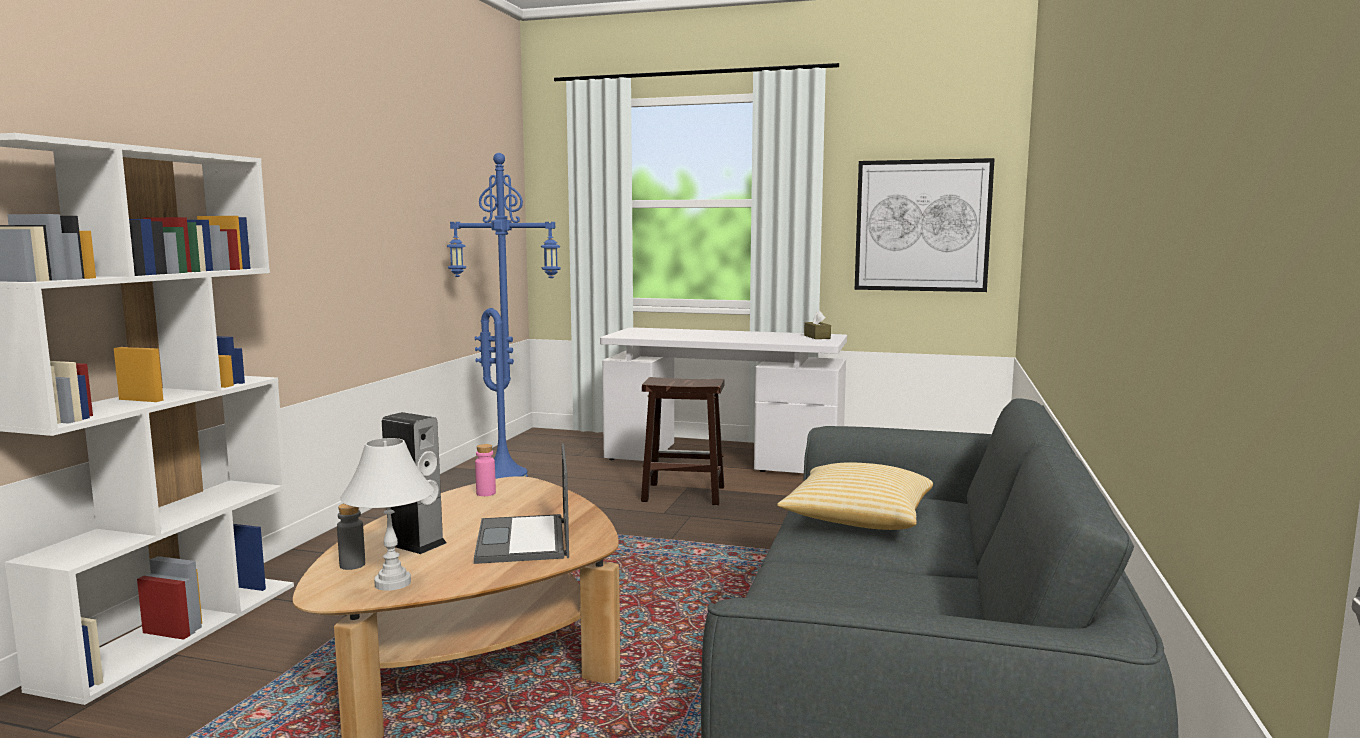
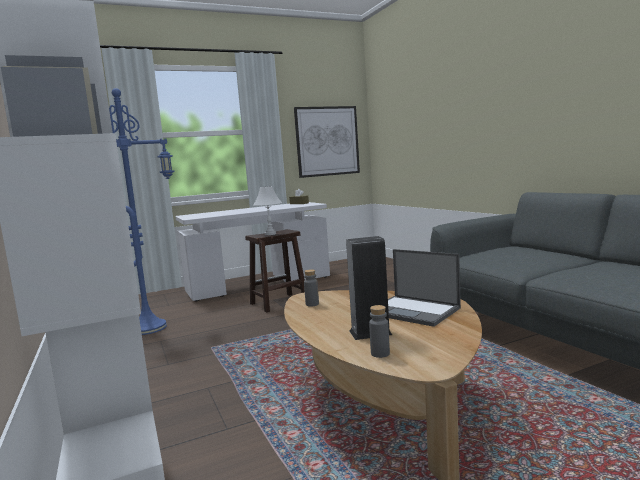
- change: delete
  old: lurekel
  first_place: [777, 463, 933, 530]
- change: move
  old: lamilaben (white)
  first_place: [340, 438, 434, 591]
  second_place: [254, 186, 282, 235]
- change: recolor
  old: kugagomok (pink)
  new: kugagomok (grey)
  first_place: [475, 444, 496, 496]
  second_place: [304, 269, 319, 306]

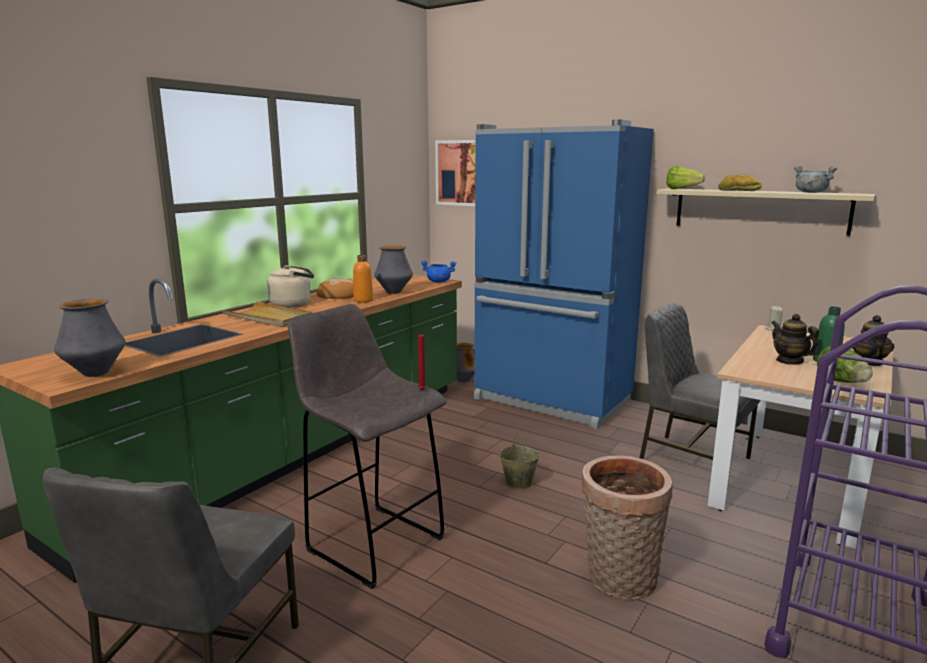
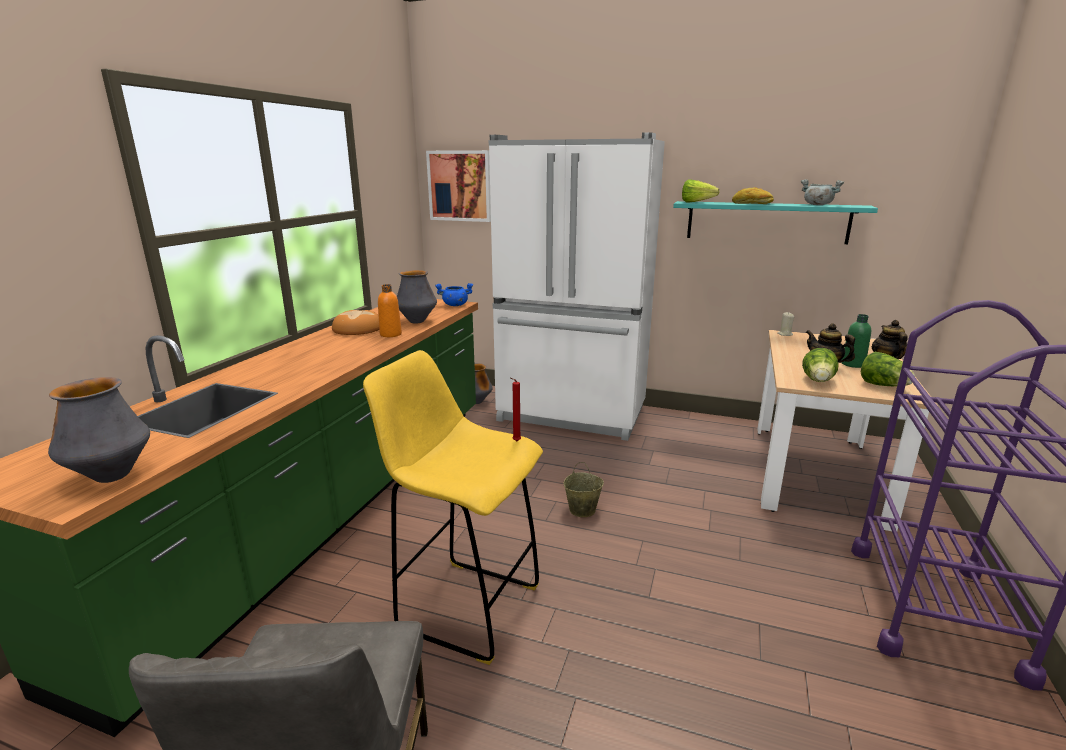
- change: delete
  old: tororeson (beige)
  first_place: [221, 301, 312, 327]
- change: delete
  old: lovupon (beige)
  first_place: [267, 265, 314, 308]
- change: delete
  old: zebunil
  first_place: [581, 455, 672, 599]
- change: delete
  old: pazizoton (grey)
  first_place: [639, 303, 761, 483]
- change: insert
  new: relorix
  second_place: [802, 348, 839, 382]
- change: recolor
  old: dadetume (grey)
  new: dadetume (yellow)
  first_place: [288, 304, 447, 589]
  second_place: [363, 350, 543, 665]
- change: recolor
  old: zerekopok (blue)
  new: zerekopok (white)
  first_place: [474, 119, 654, 429]
  second_place: [489, 132, 665, 441]
- change: recolor
  old: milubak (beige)
  new: milubak (turquoise)
  first_place: [657, 188, 876, 236]
  second_place: [673, 201, 878, 244]

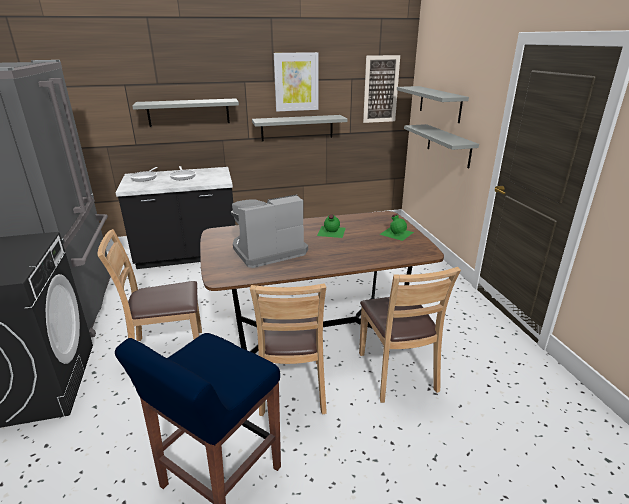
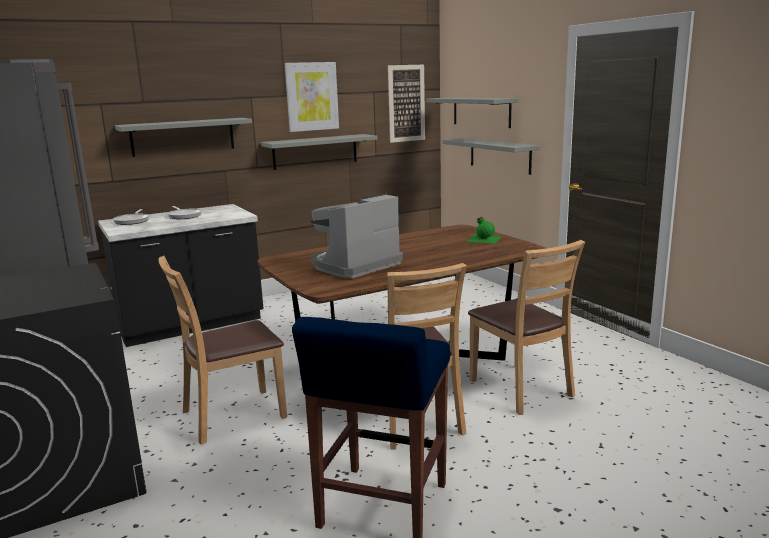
- change: delete
  old: kugagomok (green)
  first_place: [317, 214, 346, 238]

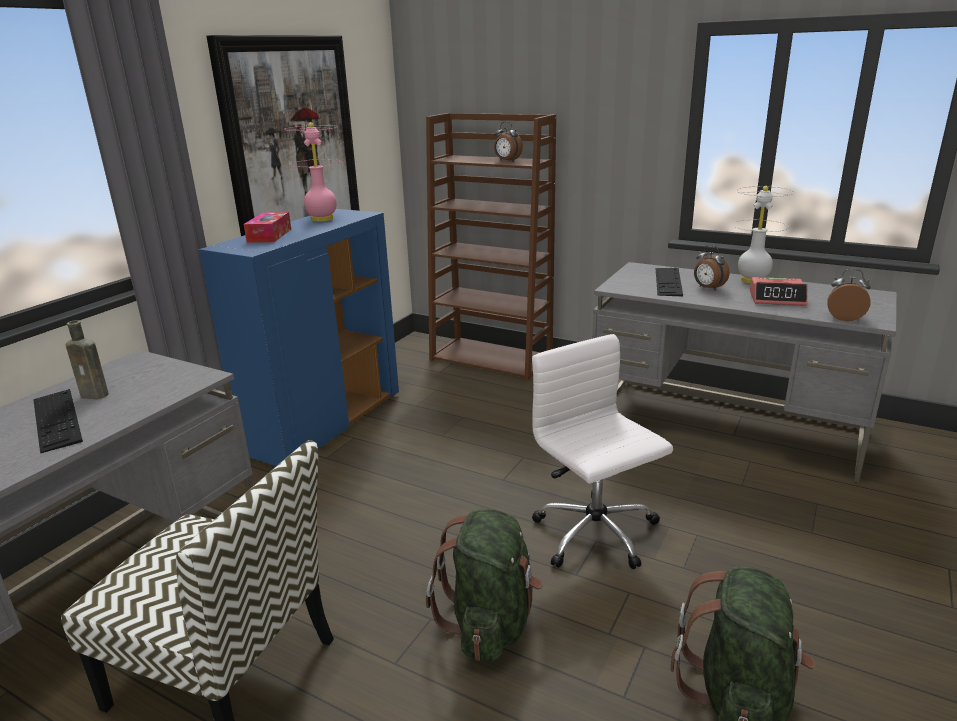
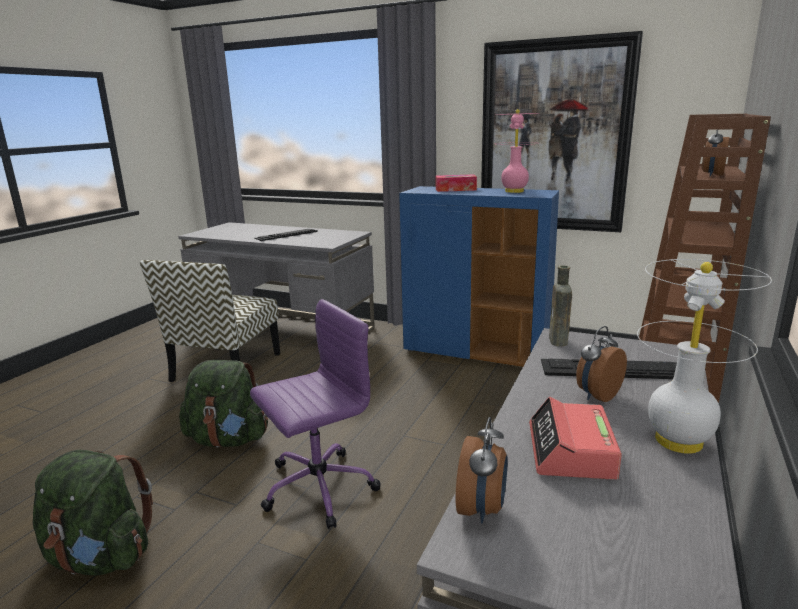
- change: move
  old: kugagomok (brown)
  first_place: [65, 320, 109, 399]
  second_place: [549, 265, 572, 346]
- change: recolor
  old: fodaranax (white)
  new: fodaranax (purple)
  first_place: [532, 334, 673, 569]
  second_place: [250, 299, 381, 529]

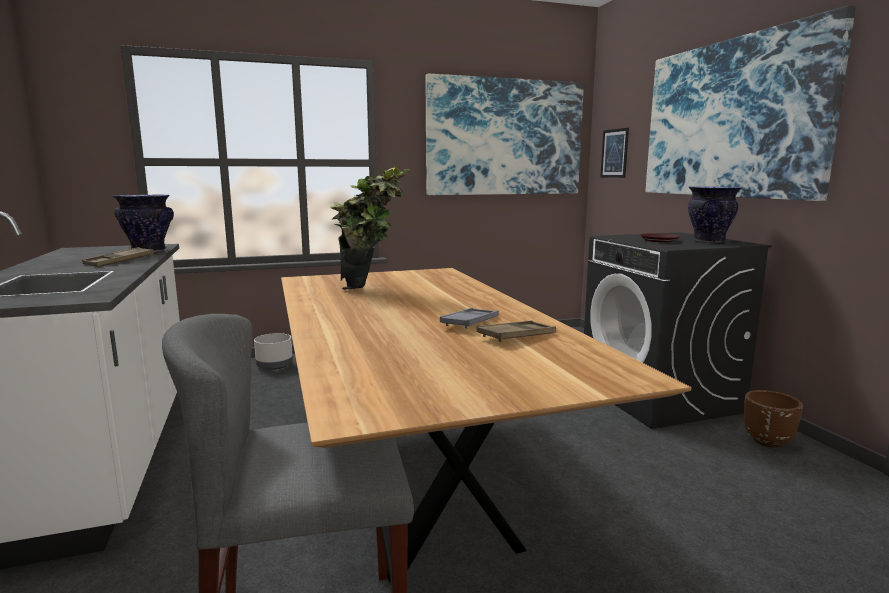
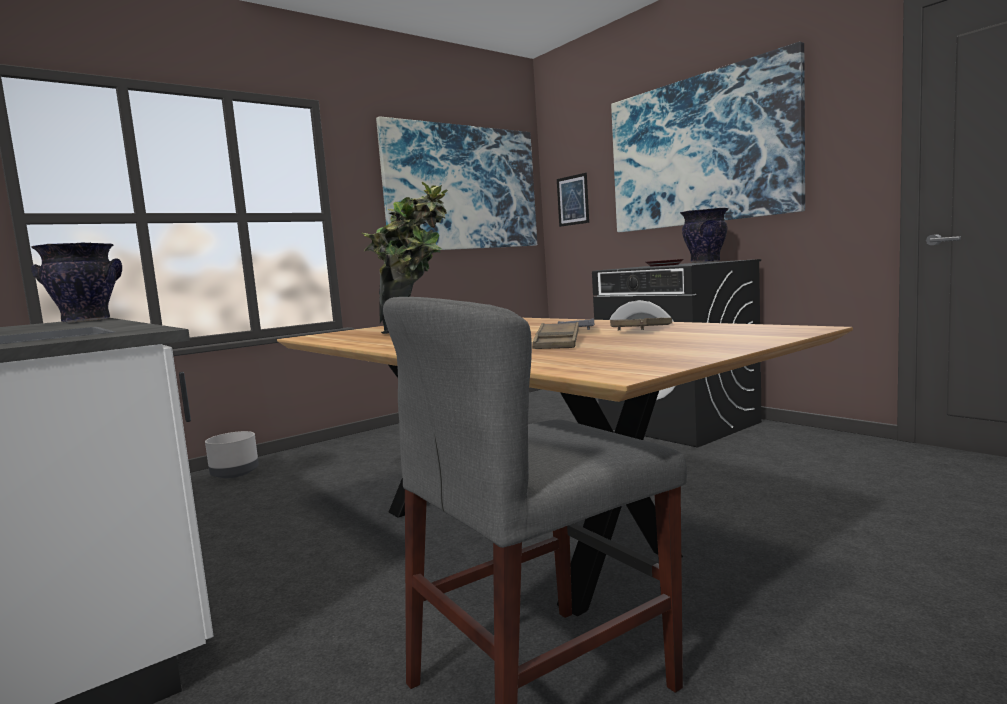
- change: delete
  old: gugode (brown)
  first_place: [744, 390, 803, 448]
- change: move
  old: tororeson (brown)
  first_place: [82, 247, 154, 266]
  second_place: [532, 322, 579, 349]

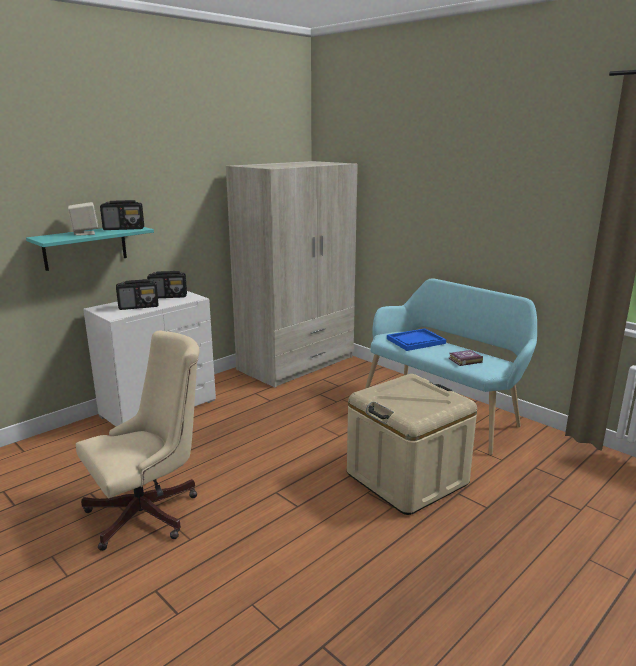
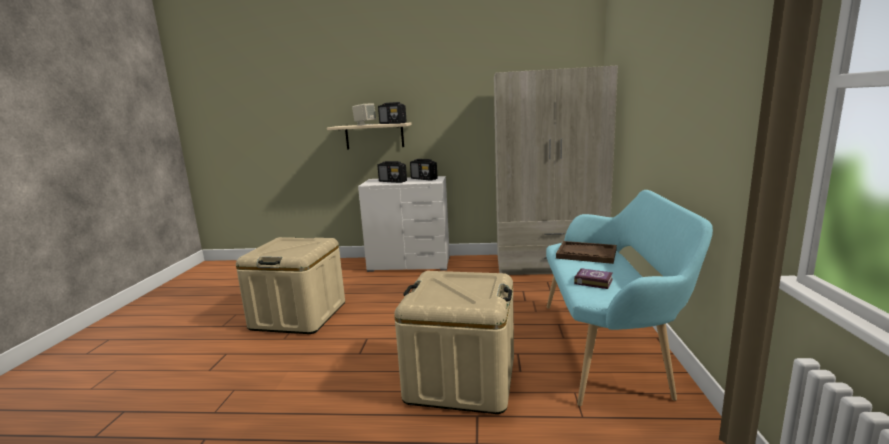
- change: replace
  old: fodaranax (beige)
  new: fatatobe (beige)
  first_place: [76, 331, 200, 551]
  second_place: [236, 237, 345, 334]
- change: recolor
  old: milubak (turquoise)
  new: milubak (beige)
  first_place: [26, 227, 154, 271]
  second_place: [327, 123, 411, 150]
- change: recolor
  old: tororeson (blue)
  new: tororeson (brown)
  first_place: [387, 328, 446, 351]
  second_place: [556, 241, 617, 264]

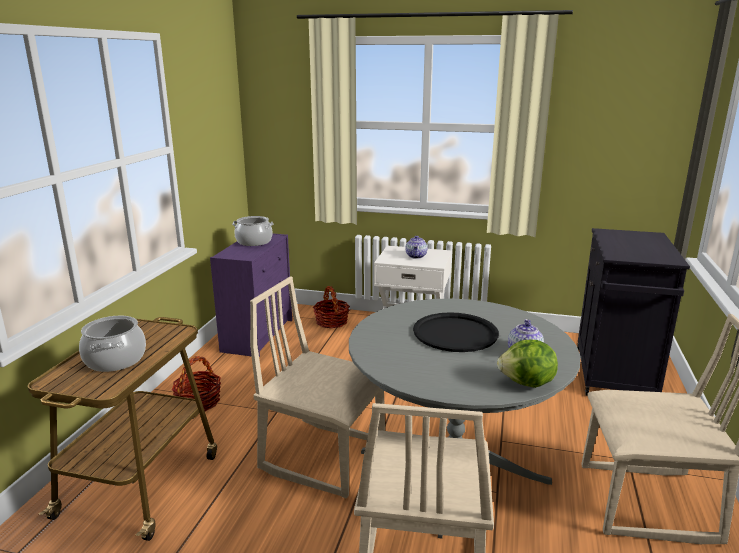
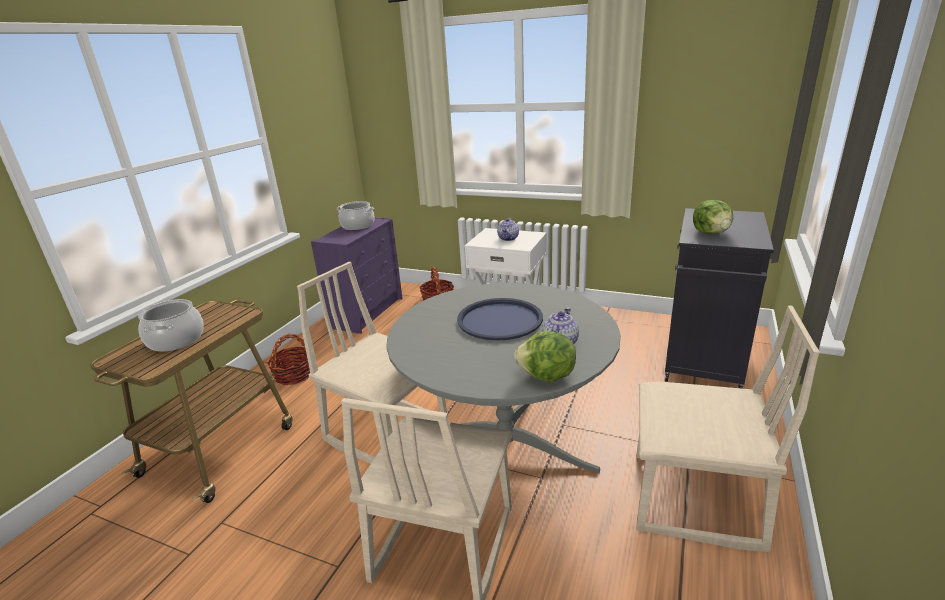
- change: insert
  new: relorix
  second_place: [693, 200, 733, 234]
- change: recolor
  old: tororeson (black)
  new: tororeson (blue)
  first_place: [413, 312, 499, 352]
  second_place: [457, 298, 543, 341]

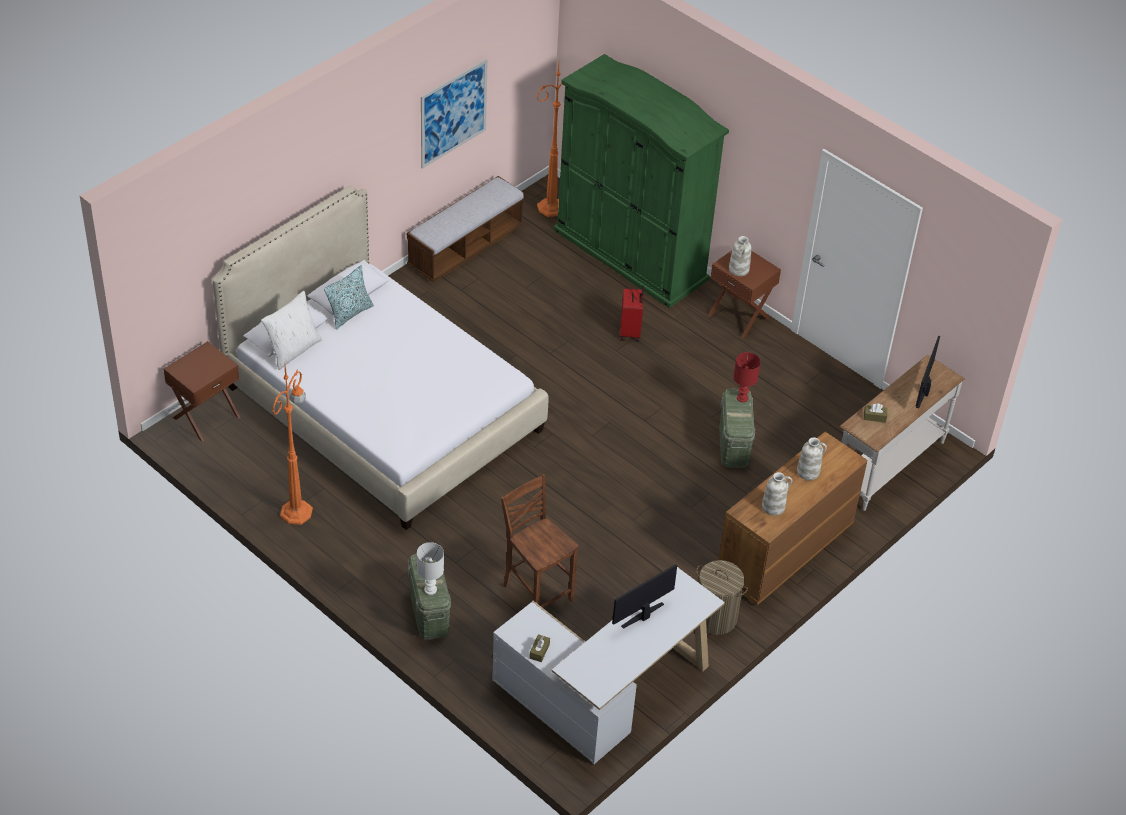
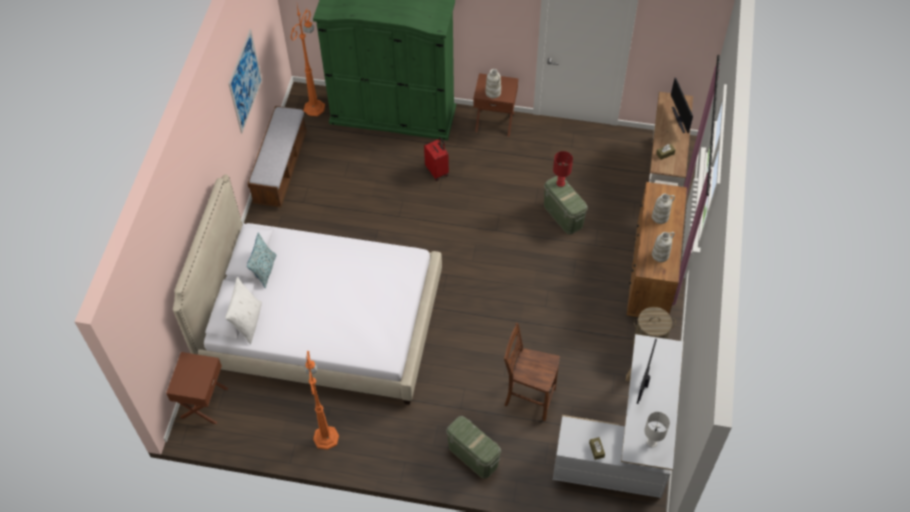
- change: move
  old: lamilaben (white)
  first_place: [417, 542, 444, 595]
  second_place: [644, 412, 670, 447]

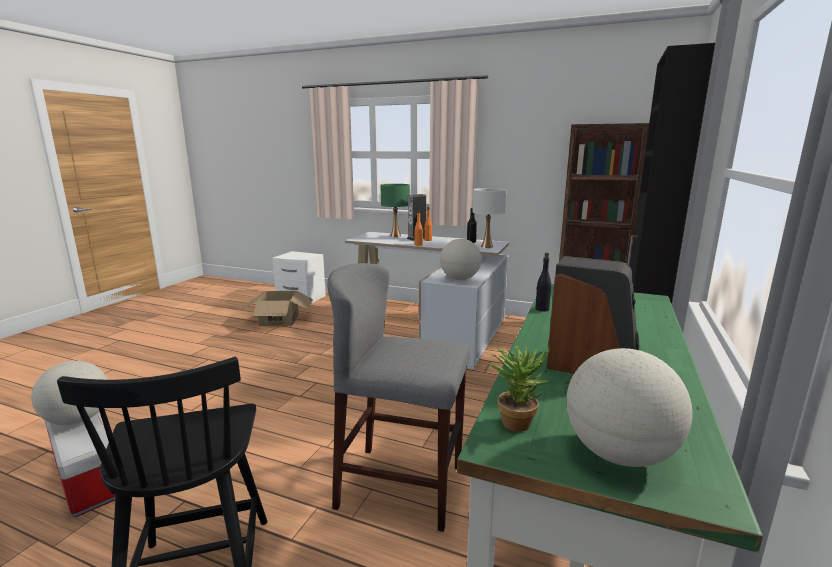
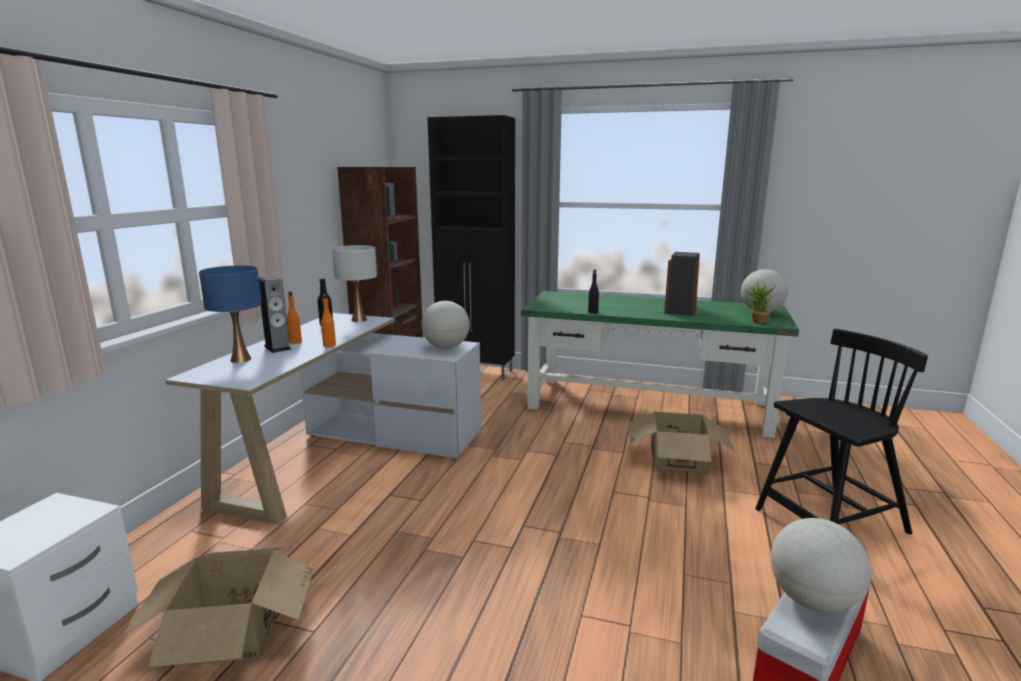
- change: replace
  old: dadetume (grey)
  new: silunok
  first_place: [327, 263, 470, 532]
  second_place: [629, 412, 735, 473]
- change: recolor
  old: lamilaben (green)
  new: lamilaben (blue)
  first_place: [381, 184, 410, 237]
  second_place: [199, 265, 262, 363]

